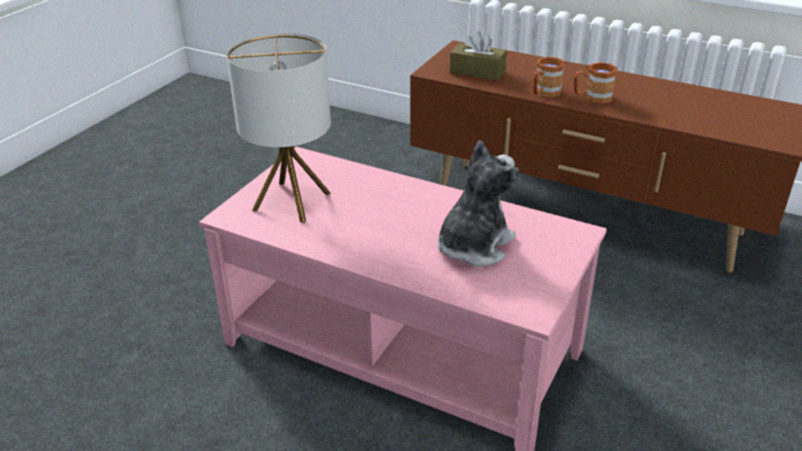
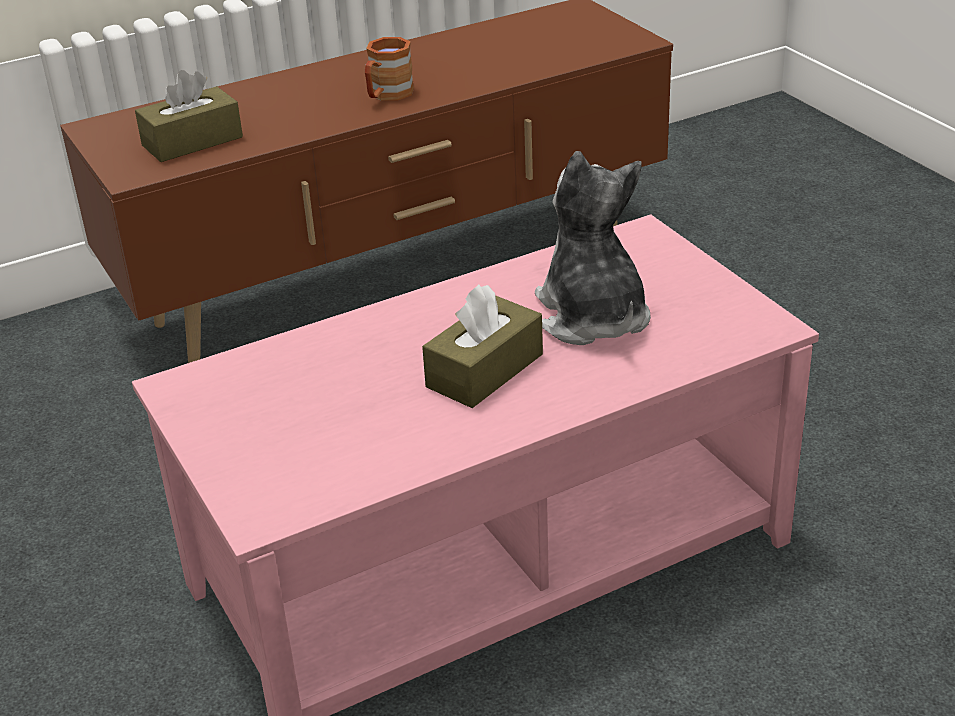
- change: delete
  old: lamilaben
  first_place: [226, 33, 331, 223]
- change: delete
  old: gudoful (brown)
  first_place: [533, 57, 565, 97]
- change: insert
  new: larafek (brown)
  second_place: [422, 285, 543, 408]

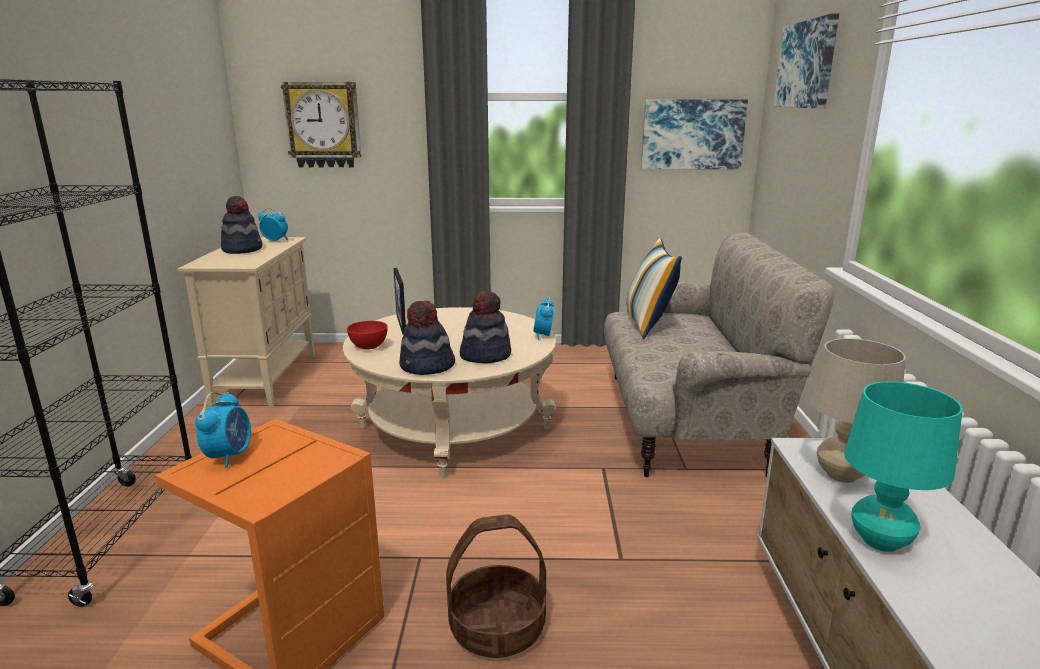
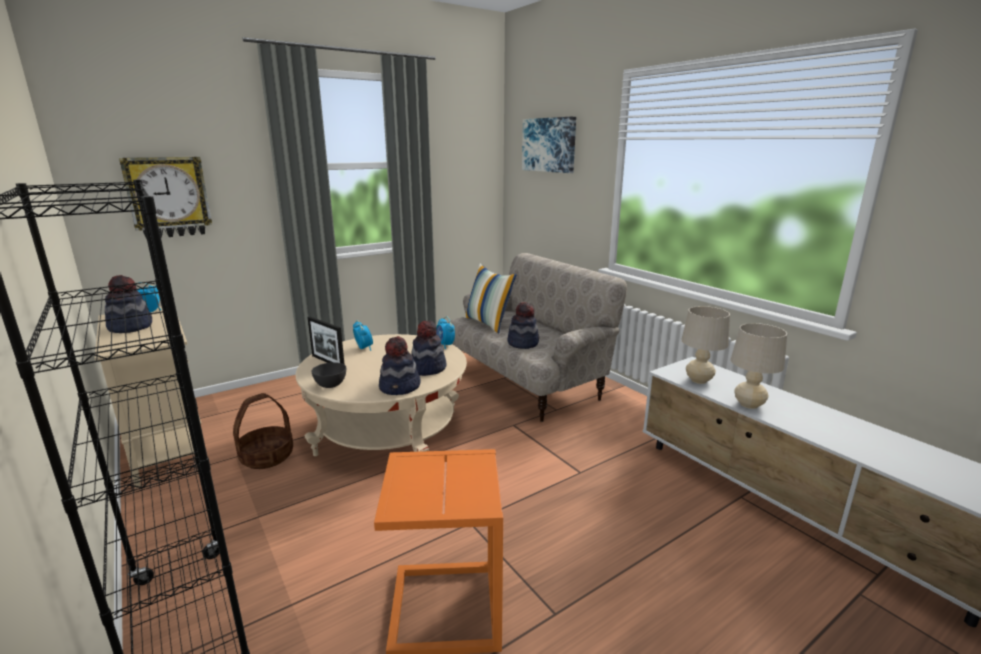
- change: delete
  old: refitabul
  first_place: [641, 100, 748, 169]
- change: insert
  new: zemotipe
  second_place: [507, 302, 539, 349]
- change: move
  old: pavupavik
  first_place: [195, 392, 251, 468]
  second_place: [353, 320, 373, 351]
- change: move
  old: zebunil
  first_place: [446, 515, 546, 658]
  second_place: [233, 393, 293, 469]
- change: recolor
  old: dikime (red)
  new: dikime (grey)
  first_place: [347, 321, 388, 349]
  second_place: [311, 362, 346, 388]
- change: recolor
  old: lamilaben (turquoise)
  new: lamilaben (beige)
  first_place: [844, 381, 963, 552]
  second_place: [731, 323, 787, 409]

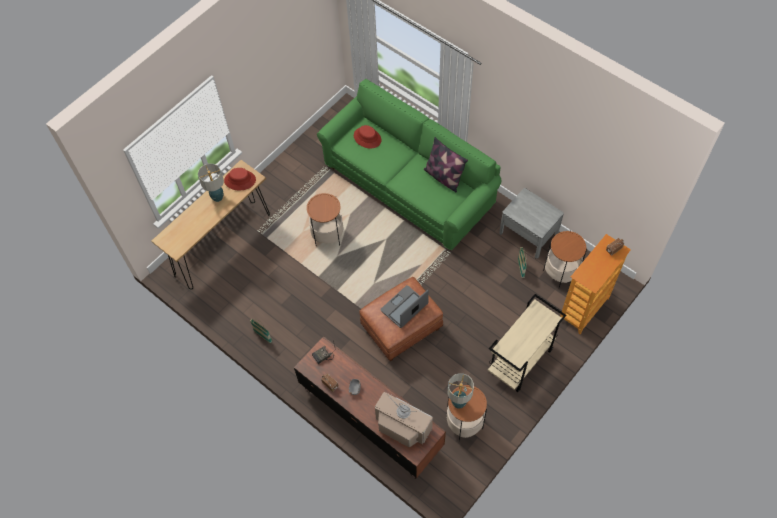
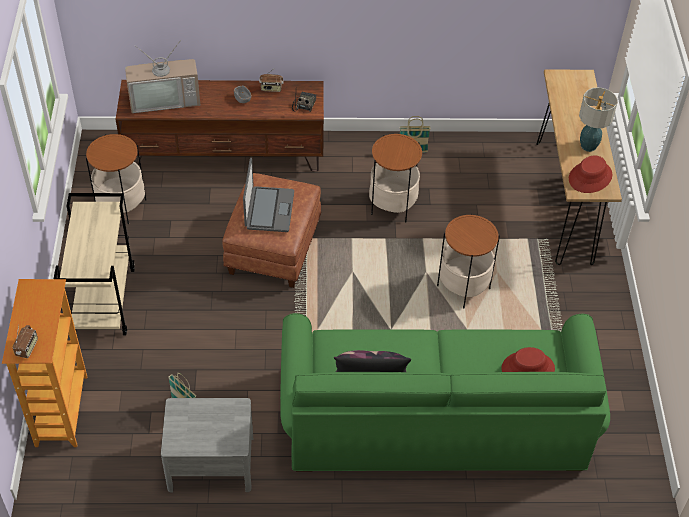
- change: delete
  old: lamilaben
  first_place: [448, 373, 474, 409]
- change: move
  old: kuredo
  first_place: [543, 231, 587, 288]
  second_place: [369, 134, 422, 222]

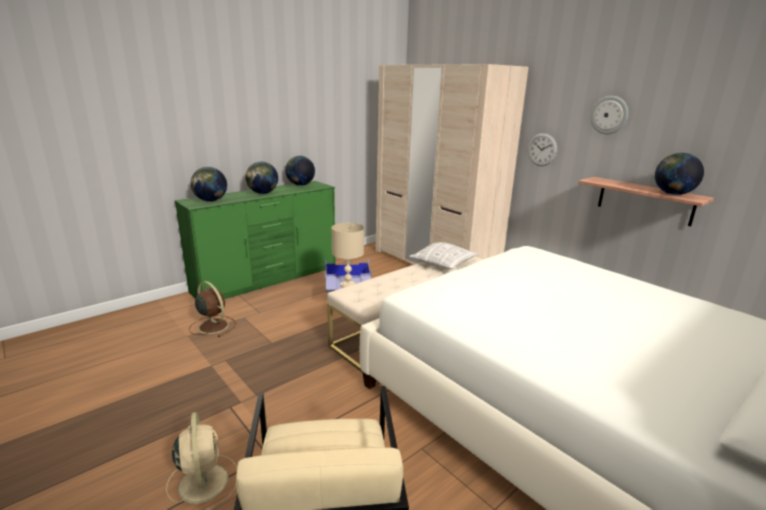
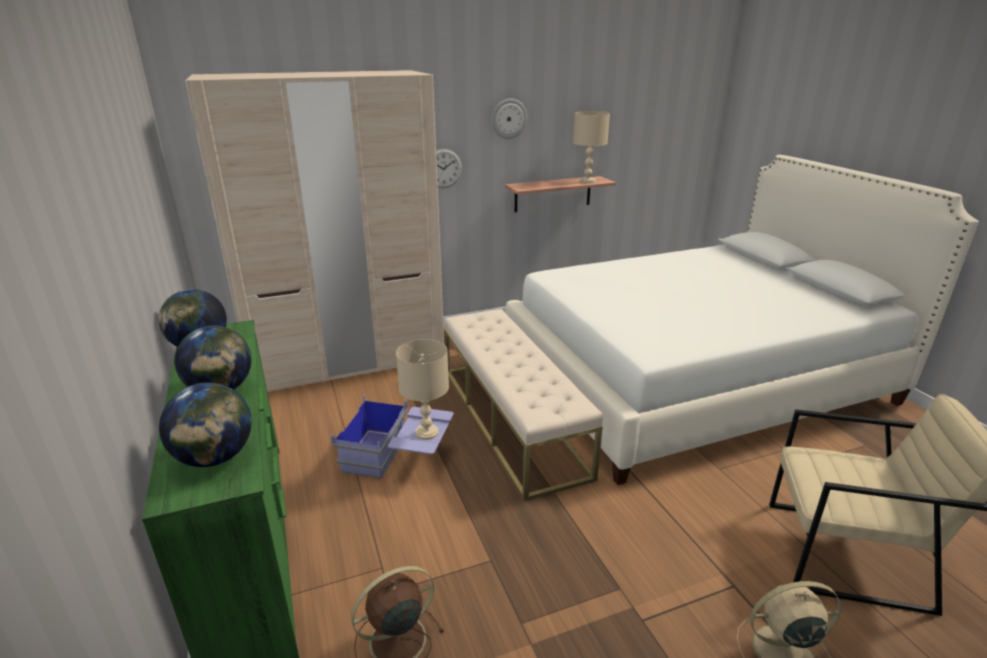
- change: delete
  old: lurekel
  first_place: [409, 242, 479, 269]
- change: replace
  old: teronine
  new: lamilaben (beige)
  first_place: [655, 153, 704, 195]
  second_place: [573, 111, 610, 183]

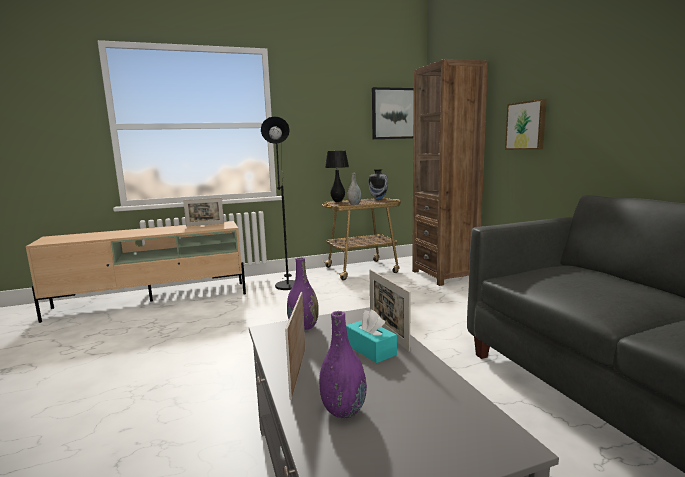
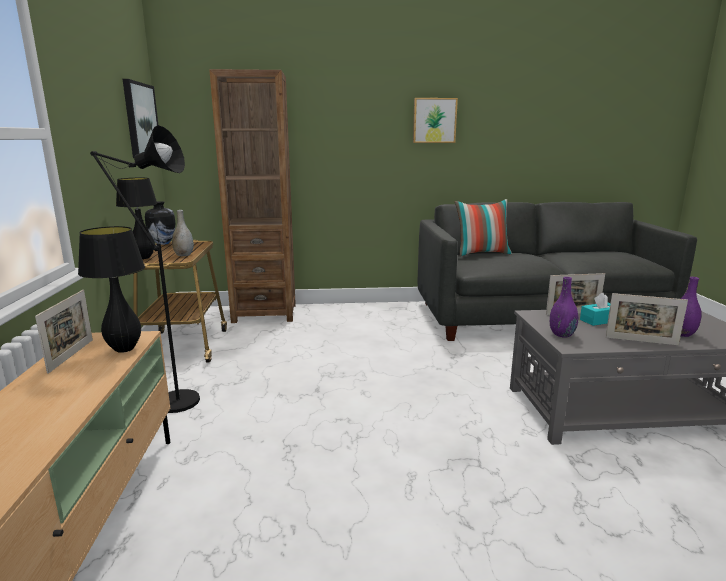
- change: insert
  new: lamilaben (black)
  second_place: [78, 226, 145, 353]
- change: insert
  new: lurekel
  second_place: [455, 199, 512, 256]
- change: move
  old: refitabul
  first_place: [505, 99, 547, 150]
  second_place: [413, 98, 458, 143]

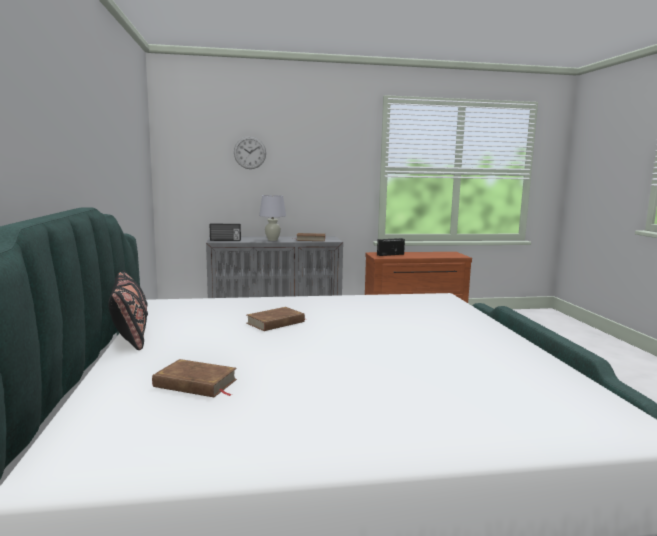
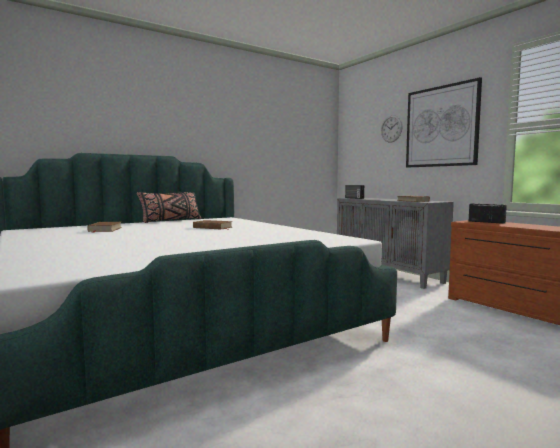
- change: delete
  old: lamilaben (white)
  first_place: [259, 195, 286, 241]
- change: insert
  new: refitabul
  second_place: [406, 77, 482, 167]

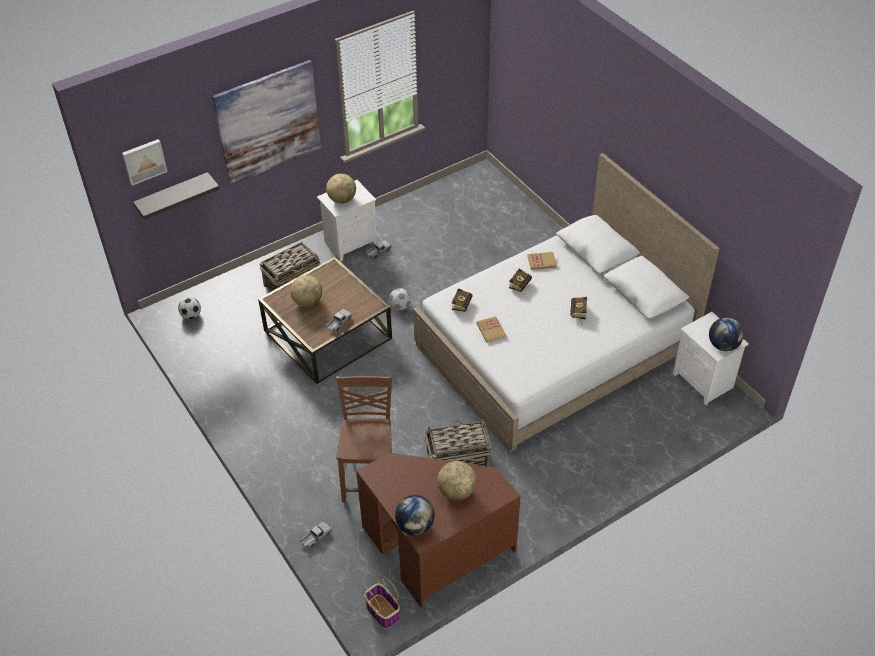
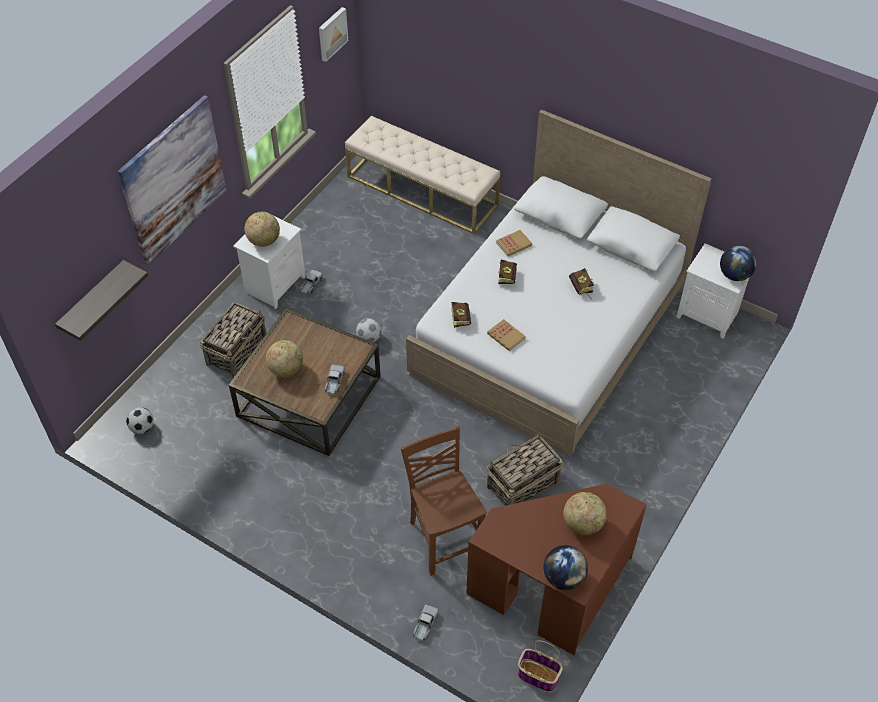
- change: insert
  new: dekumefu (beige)
  second_place: [345, 116, 500, 234]
- change: move
  old: refitabul
  first_place: [122, 139, 167, 186]
  second_place: [319, 7, 348, 62]

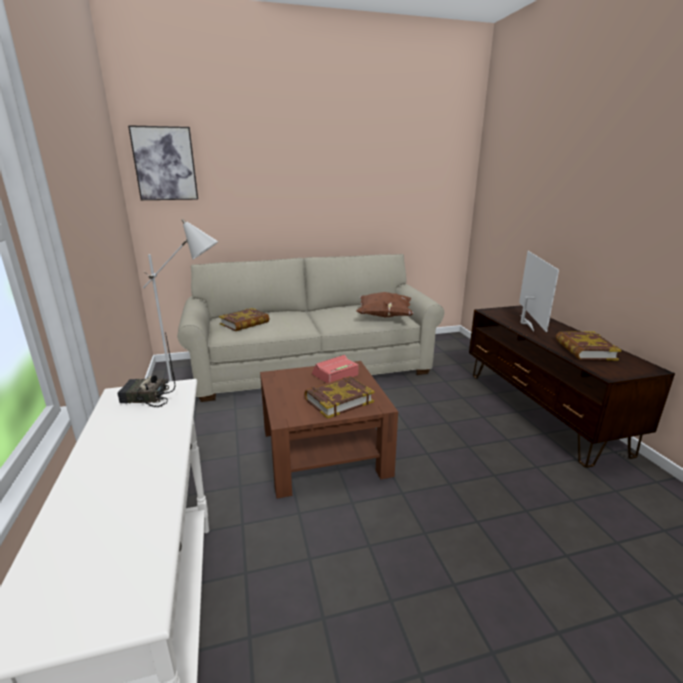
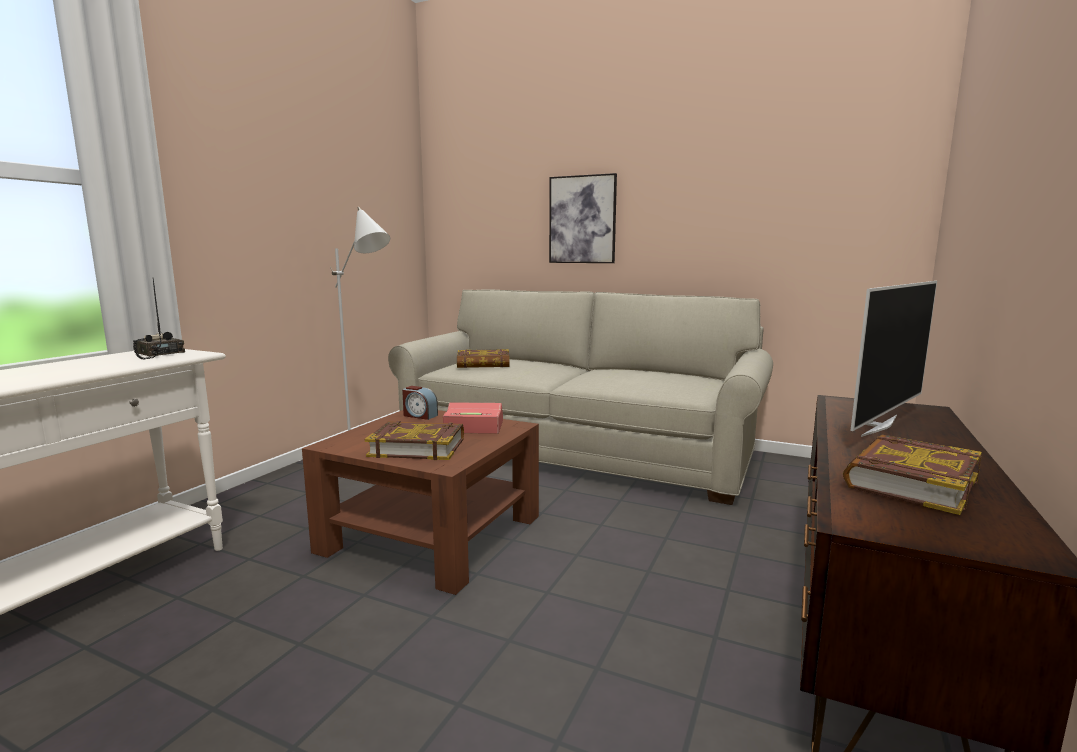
- change: delete
  old: lurekel (brown)
  first_place: [356, 292, 414, 317]
- change: insert
  new: pavupavik
  second_place: [402, 386, 438, 420]
- change: move
  old: refitabul
  first_place: [128, 125, 198, 200]
  second_place: [549, 173, 617, 263]

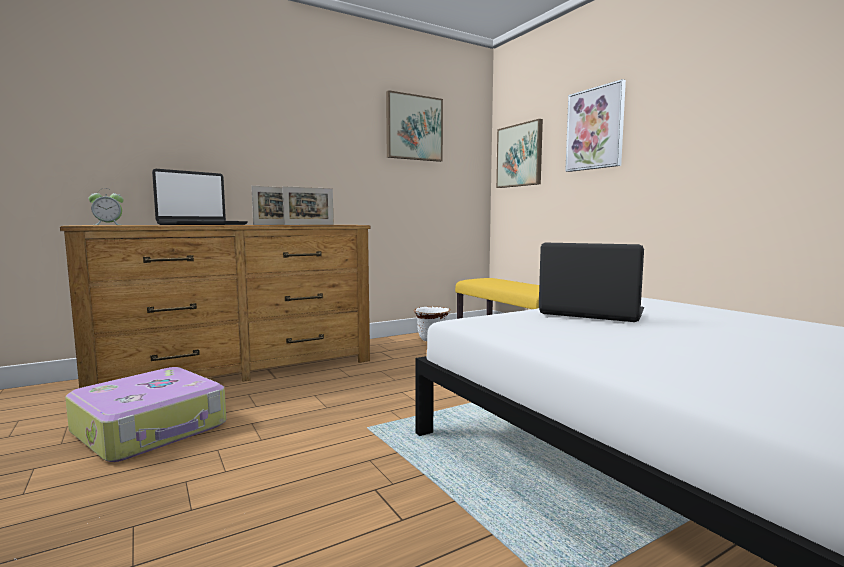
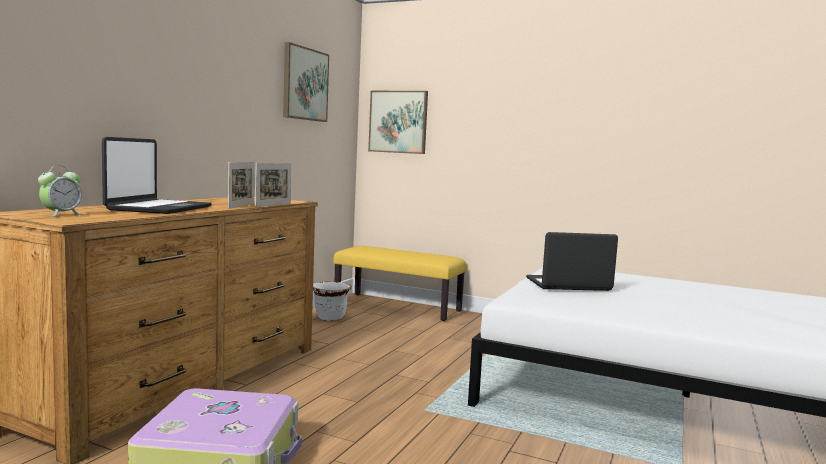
- change: delete
  old: refitabul
  first_place: [565, 79, 626, 172]

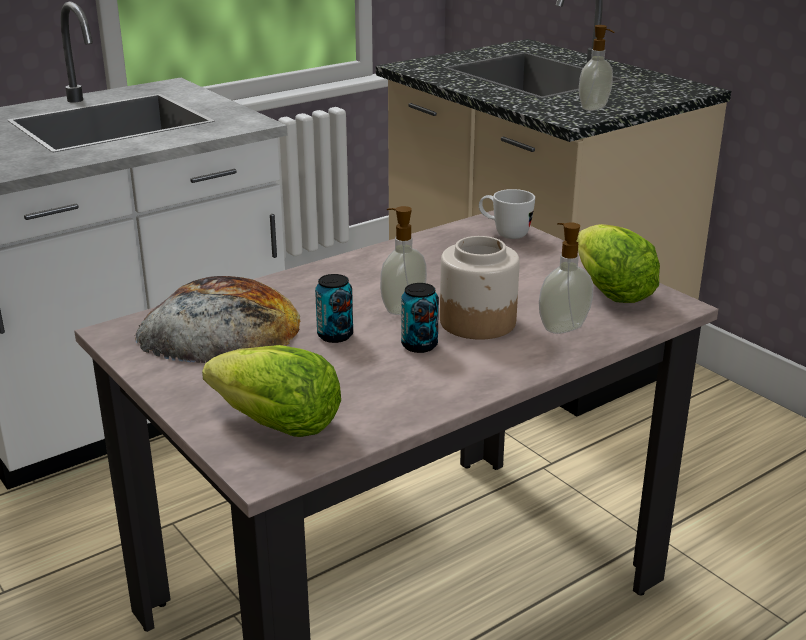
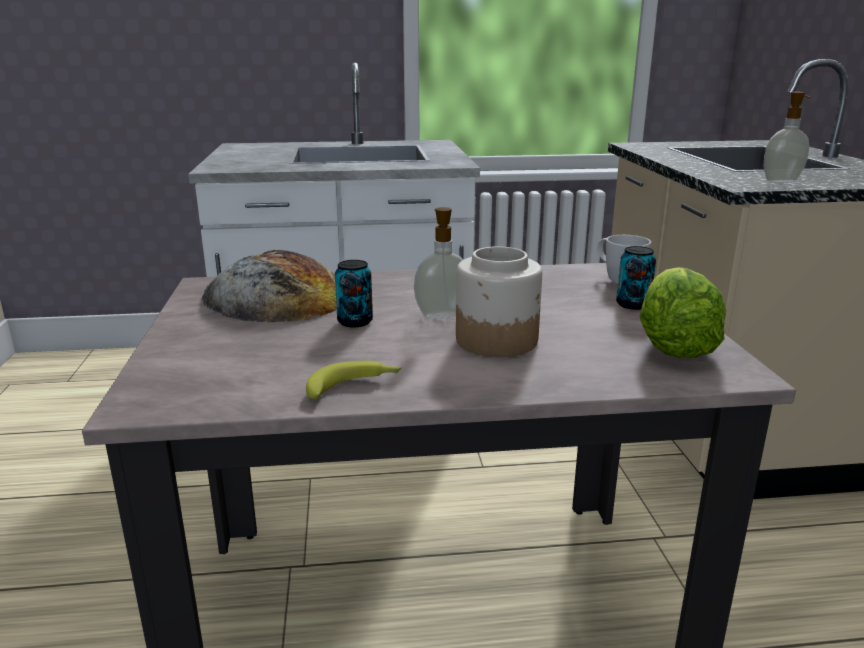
- change: delete
  old: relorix
  first_place: [202, 345, 341, 437]
- change: delete
  old: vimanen
  first_place: [539, 222, 593, 334]
- change: insert
  new: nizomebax
  second_place: [306, 361, 402, 399]
- change: move
  old: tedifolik
  first_place: [401, 283, 439, 353]
  second_place: [616, 246, 656, 310]

